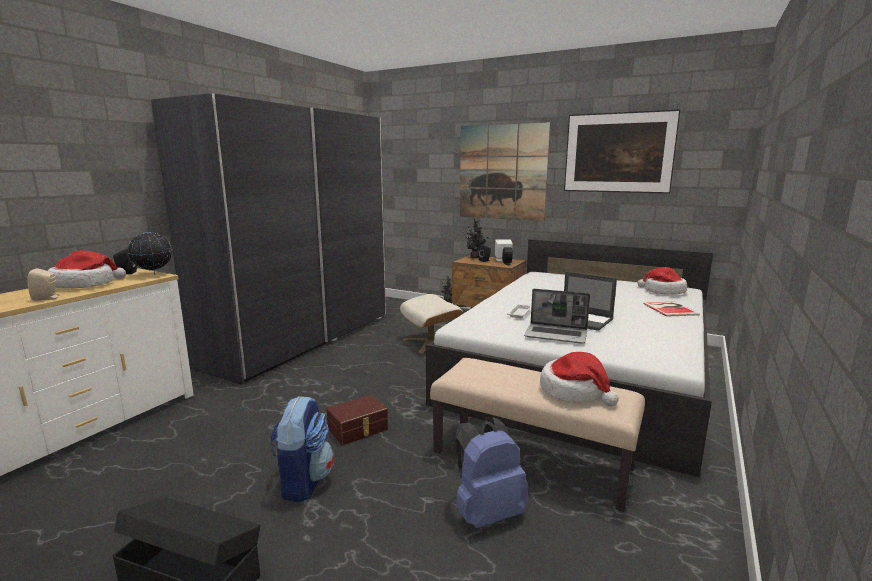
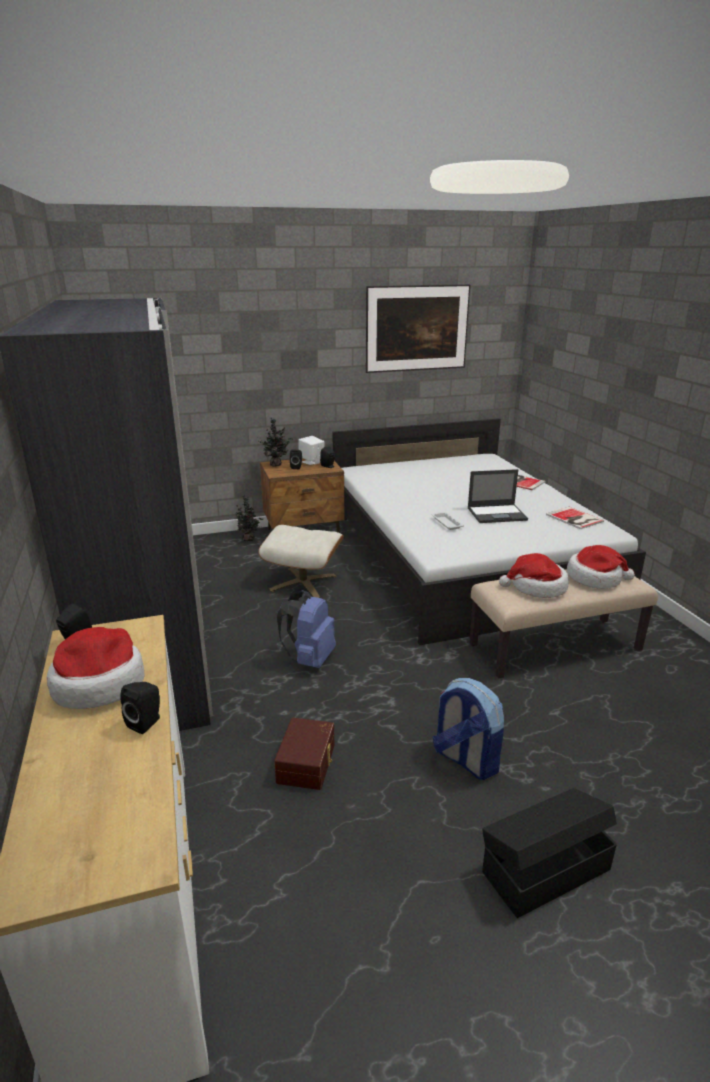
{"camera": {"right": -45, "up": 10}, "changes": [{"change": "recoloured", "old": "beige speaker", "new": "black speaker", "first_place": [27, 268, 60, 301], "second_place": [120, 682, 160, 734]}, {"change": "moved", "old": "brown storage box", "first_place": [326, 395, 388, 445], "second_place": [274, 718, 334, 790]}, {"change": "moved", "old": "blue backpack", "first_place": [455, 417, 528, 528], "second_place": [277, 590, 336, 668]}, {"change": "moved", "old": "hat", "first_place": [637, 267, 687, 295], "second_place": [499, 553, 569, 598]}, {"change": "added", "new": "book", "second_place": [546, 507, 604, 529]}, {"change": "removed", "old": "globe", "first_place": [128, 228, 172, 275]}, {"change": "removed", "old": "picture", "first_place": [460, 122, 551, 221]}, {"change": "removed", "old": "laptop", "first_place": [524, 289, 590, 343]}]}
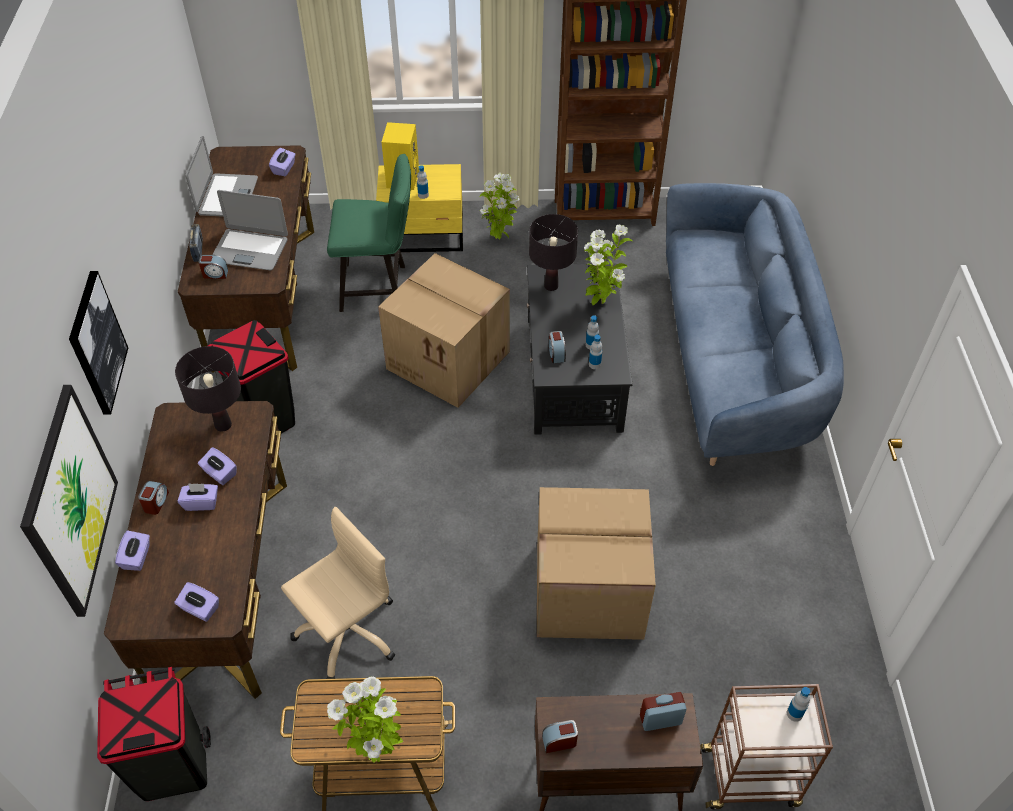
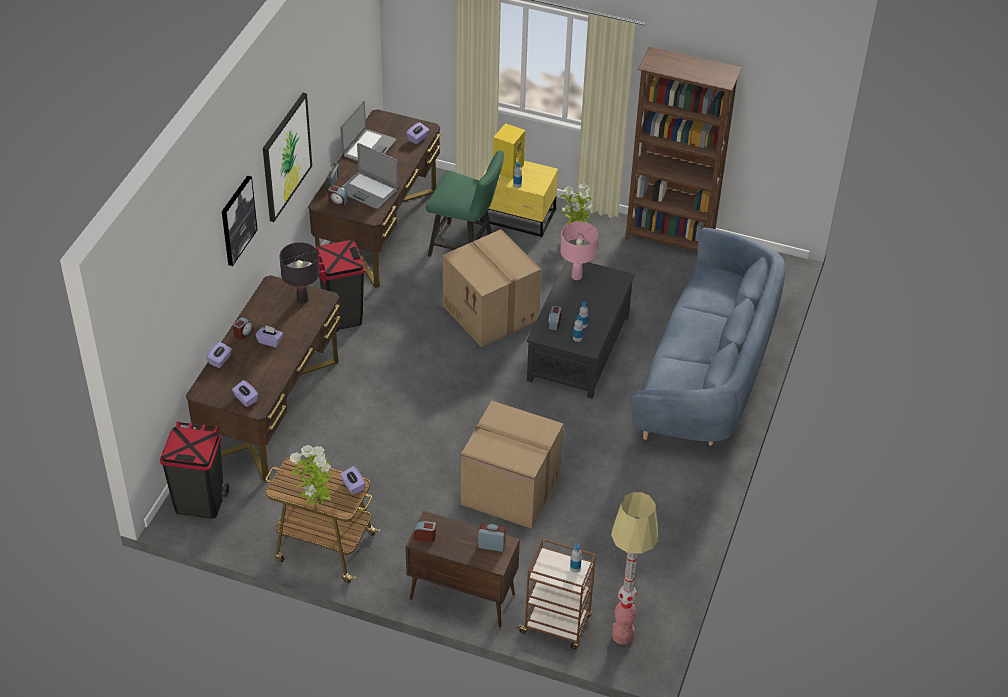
{"camera": {"right": 20, "up": -5}, "changes": [{"change": "moved", "old": "picture", "first_place": [20, 385, 118, 617], "second_place": [263, 93, 312, 222]}, {"change": "moved", "old": "purple tissue box", "first_place": [198, 447, 237, 485], "second_place": [340, 466, 365, 495]}, {"change": "recoloured", "old": "black table lamp", "new": "pink table lamp", "first_place": [529, 214, 578, 291], "second_place": [560, 221, 598, 280]}, {"change": "added", "new": "floor lamp", "second_place": [611, 492, 658, 644]}, {"change": "removed", "old": "beige office chair", "first_place": [281, 507, 395, 679]}, {"change": "removed", "old": "potted plant", "first_place": [584, 225, 632, 305]}]}
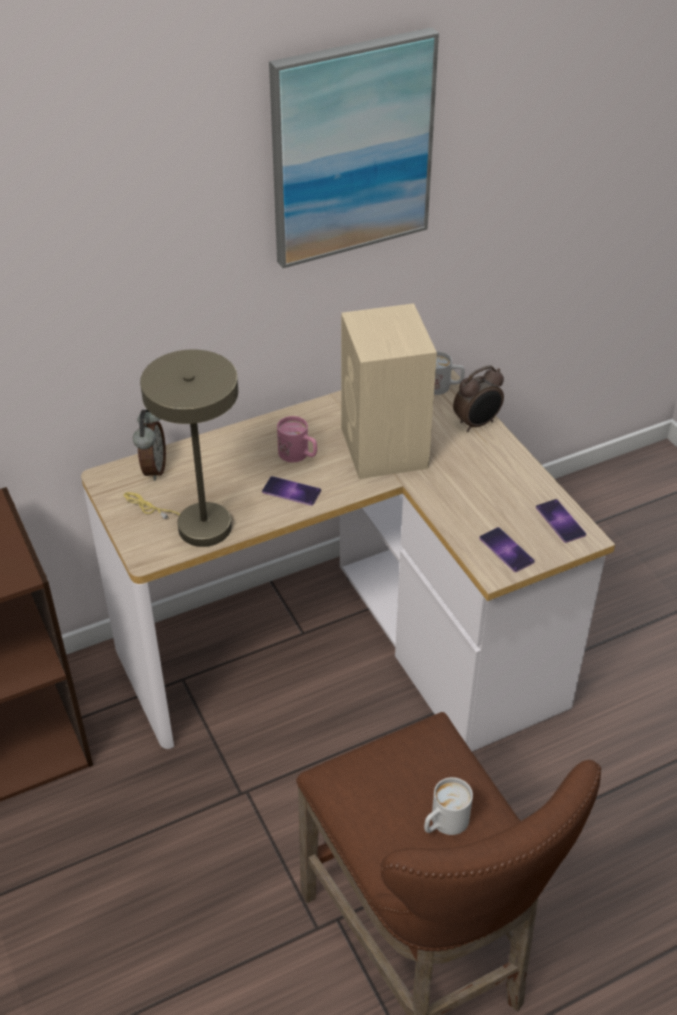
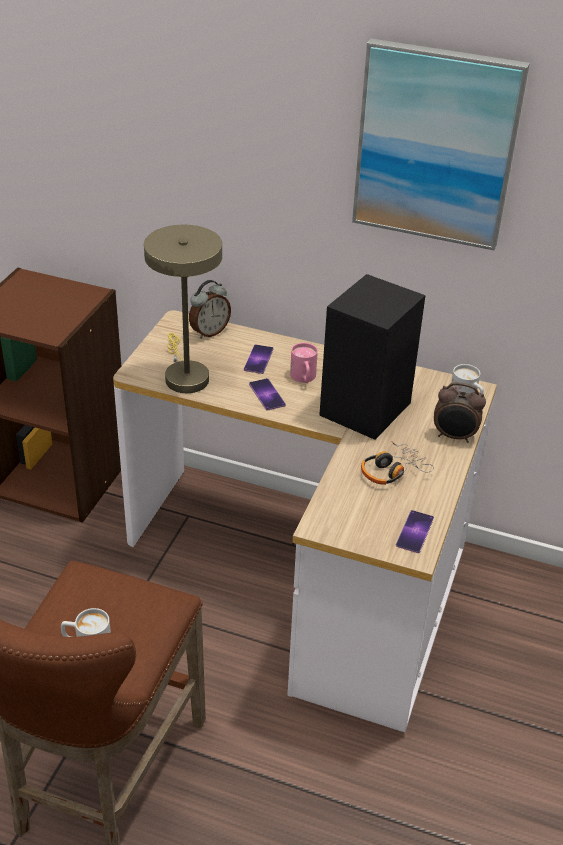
{"camera": {"right": 45, "up": -5}, "changes": [{"change": "moved", "old": "phone", "first_place": [479, 527, 535, 572], "second_place": [244, 344, 274, 374]}, {"change": "recoloured", "old": "beige speaker", "new": "black speaker", "first_place": [341, 303, 437, 479], "second_place": [319, 274, 426, 440]}, {"change": "added", "new": "headphones", "second_place": [361, 441, 434, 485]}]}
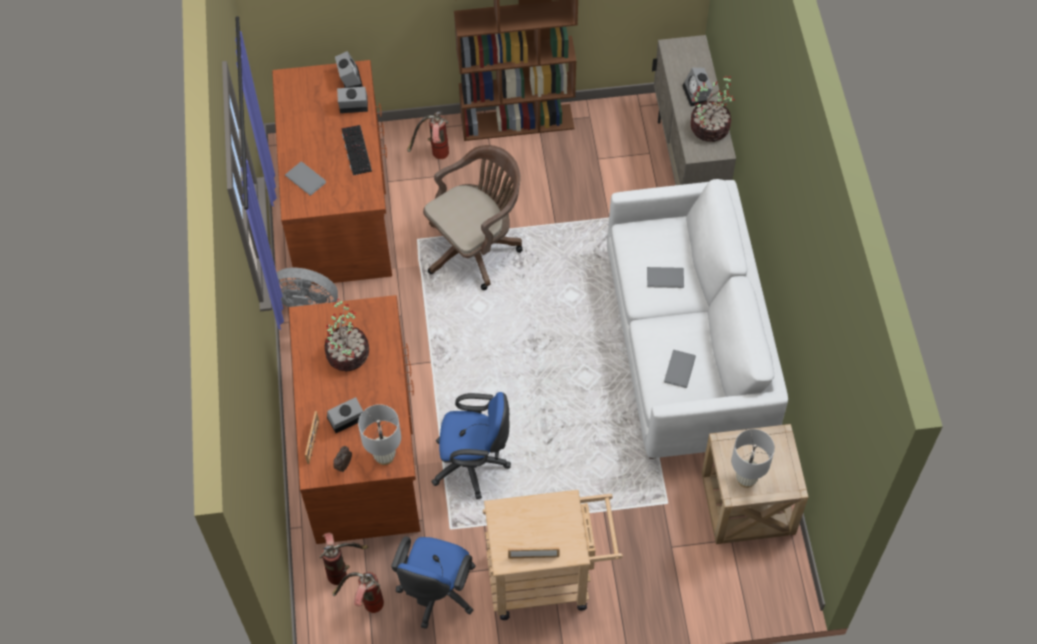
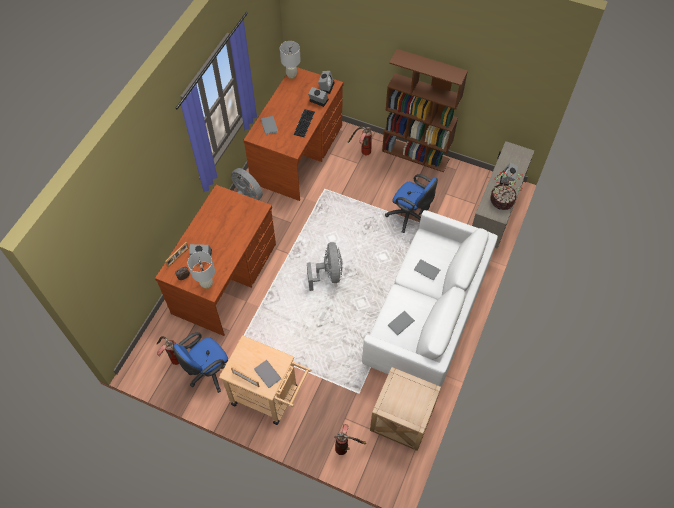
{"camera": {"right": 30, "up": 0}, "changes": [{"change": "added", "new": "grey book", "second_place": [254, 360, 282, 388]}, {"change": "moved", "old": "white table lamp", "first_place": [731, 429, 775, 488], "second_place": [280, 41, 301, 79]}, {"change": "added", "new": "grey fan", "second_place": [307, 242, 343, 291]}, {"change": "moved", "old": "fire extinguisher", "first_place": [319, 533, 368, 585], "second_place": [334, 424, 366, 455]}, {"change": "moved", "old": "blue office chair", "first_place": [431, 392, 511, 499], "second_place": [385, 174, 438, 233]}, {"change": "removed", "old": "potted plant", "first_place": [325, 299, 369, 372]}, {"change": "removed", "old": "brown office chair", "first_place": [423, 145, 523, 290]}]}
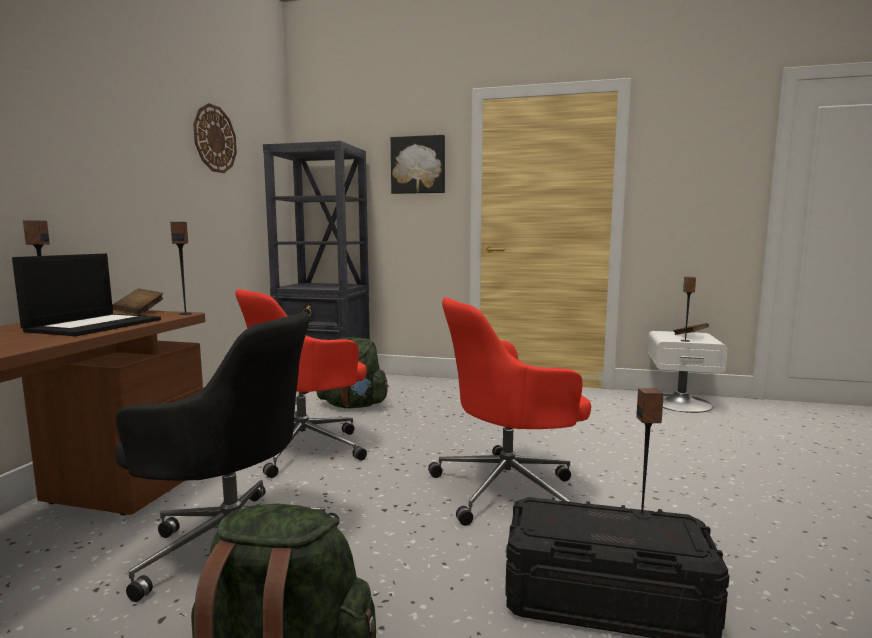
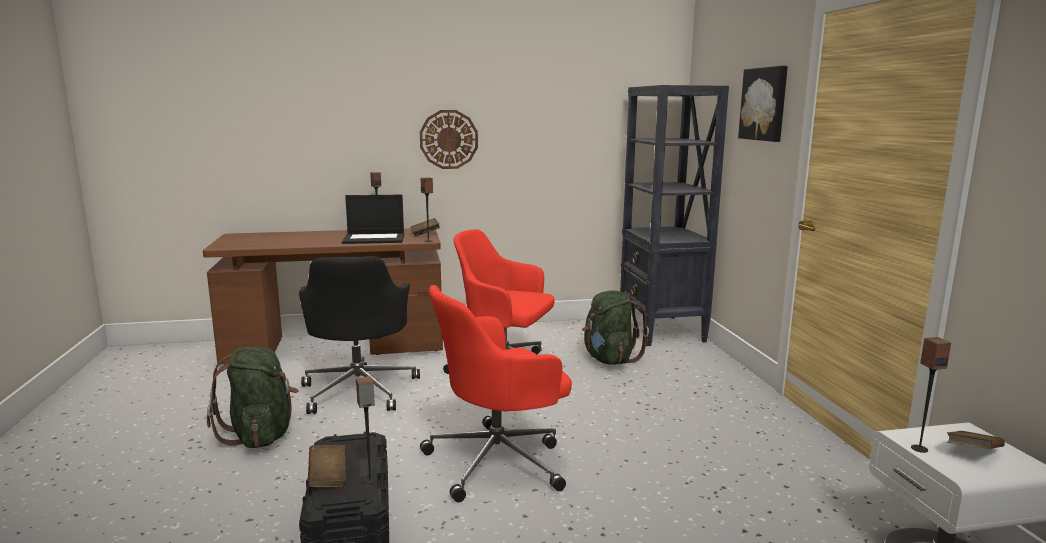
{"camera": {"right": 65, "up": 5}, "changes": [{"change": "added", "new": "brown book", "second_place": [308, 445, 346, 487]}, {"change": "moved", "old": "wall clock", "first_place": [193, 103, 237, 173], "second_place": [420, 110, 478, 169]}, {"change": "turned", "old": "red office chair", "first_place": [428, 298, 591, 526], "second_place": [420, 285, 572, 502], "degrees": -75}]}
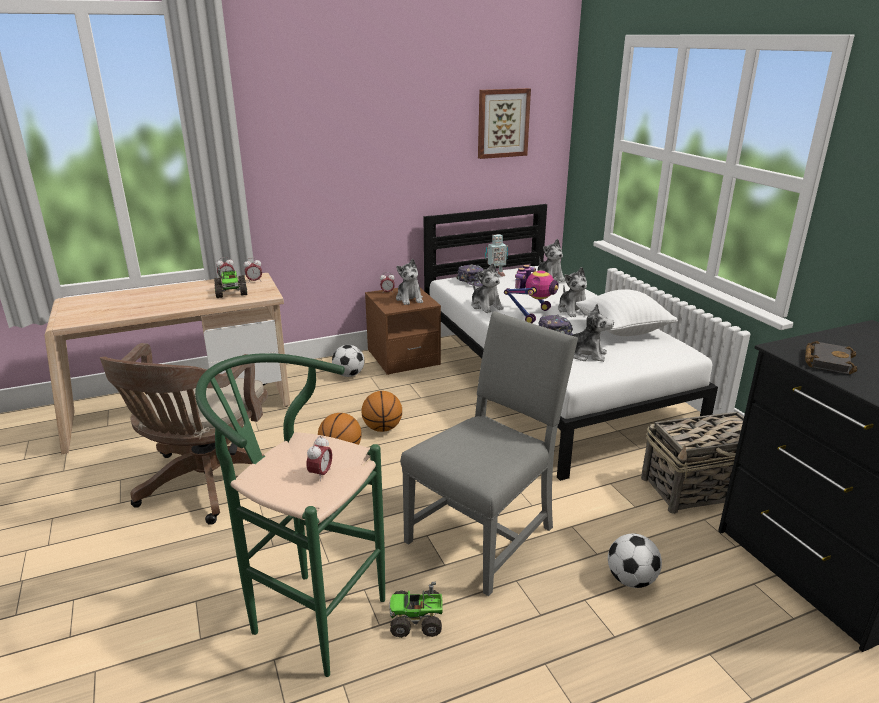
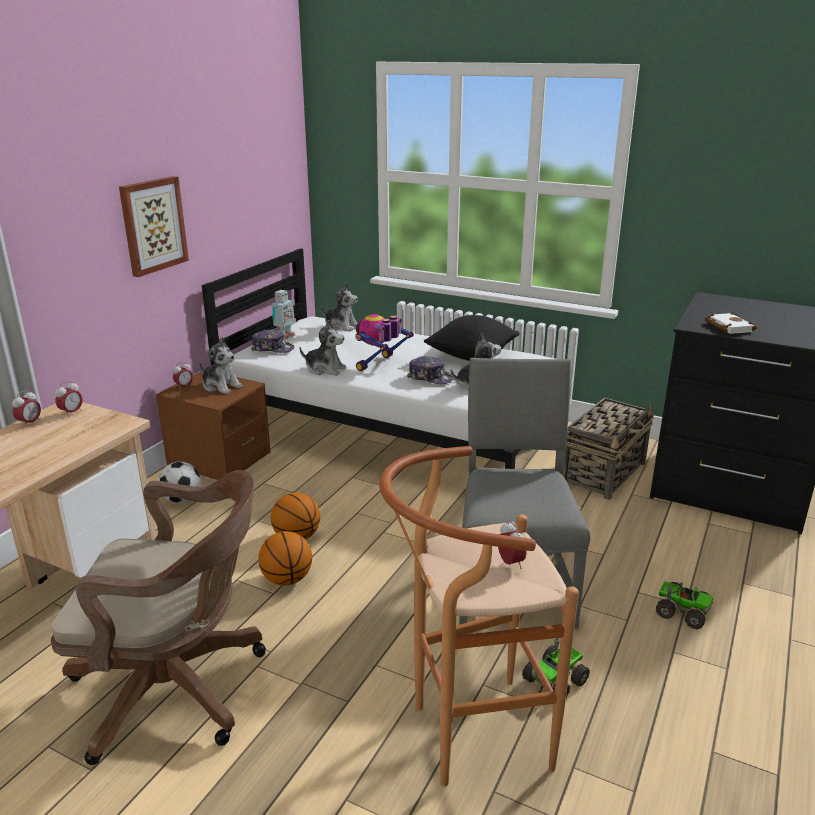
{"camera": {"right": -40, "up": 0}, "changes": [{"change": "turned", "old": "brown office chair", "first_place": [100, 343, 268, 525], "second_place": [51, 470, 266, 765], "degrees": -60}, {"change": "moved", "old": "picture", "first_place": [478, 88, 531, 159], "second_place": [119, 176, 189, 277]}, {"change": "turned", "old": "toy robot", "first_place": [504, 265, 559, 323], "second_place": [355, 314, 414, 371], "degrees": -135}, {"change": "recoloured", "old": "green stool", "new": "brown stool", "first_place": [195, 353, 385, 677], "second_place": [379, 446, 579, 787]}, {"change": "recoloured", "old": "white pillow", "new": "black pillow", "first_place": [576, 289, 678, 336], "second_place": [424, 315, 520, 361]}, {"change": "moved", "old": "toy truck", "first_place": [214, 265, 247, 298], "second_place": [656, 581, 713, 629]}, {"change": "recoloured", "old": "black book", "new": "white book", "first_place": [805, 341, 857, 374], "second_place": [705, 312, 757, 334]}, {"change": "removed", "old": "plush toy", "first_place": [558, 267, 587, 317]}, {"change": "removed", "old": "football", "first_place": [608, 534, 662, 588]}]}
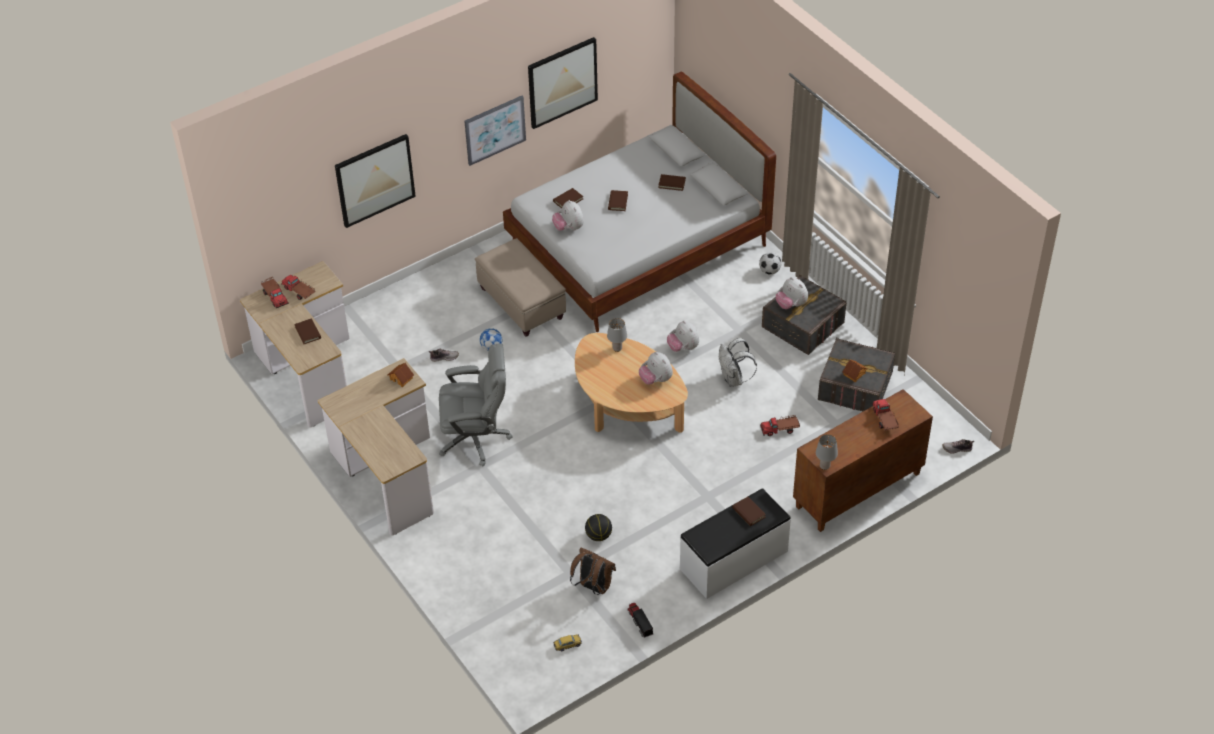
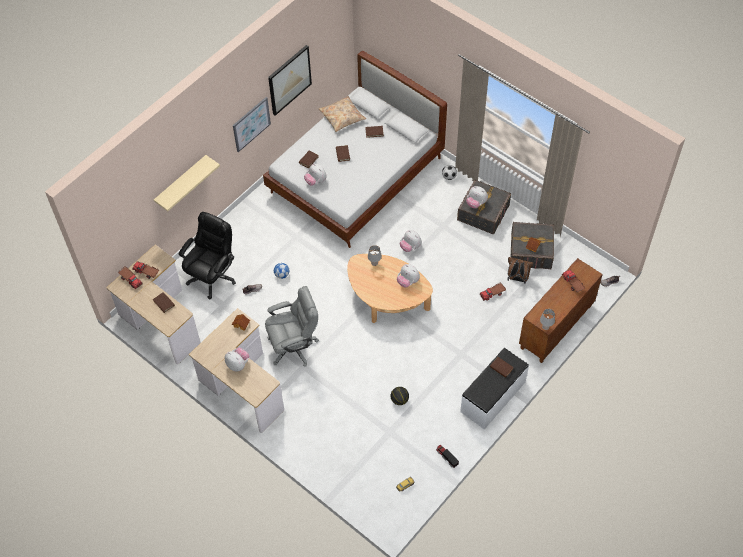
{"camera": {"right": -15, "up": 10}, "changes": [{"change": "replaced", "old": "picture", "new": "beige shelf", "first_place": [335, 134, 416, 228], "second_place": [154, 155, 220, 211]}, {"change": "added", "new": "black office chair", "second_place": [179, 212, 236, 300]}, {"change": "added", "new": "plush toy", "second_place": [225, 348, 249, 371]}, {"change": "added", "new": "beige pillow", "second_place": [319, 96, 366, 132]}, {"change": "moved", "old": "brown backpack", "first_place": [570, 547, 616, 595], "second_place": [508, 257, 533, 284]}, {"change": "removed", "old": "beige ottoman", "first_place": [475, 238, 566, 336]}, {"change": "removed", "old": "white backpack", "first_place": [719, 338, 757, 387]}]}
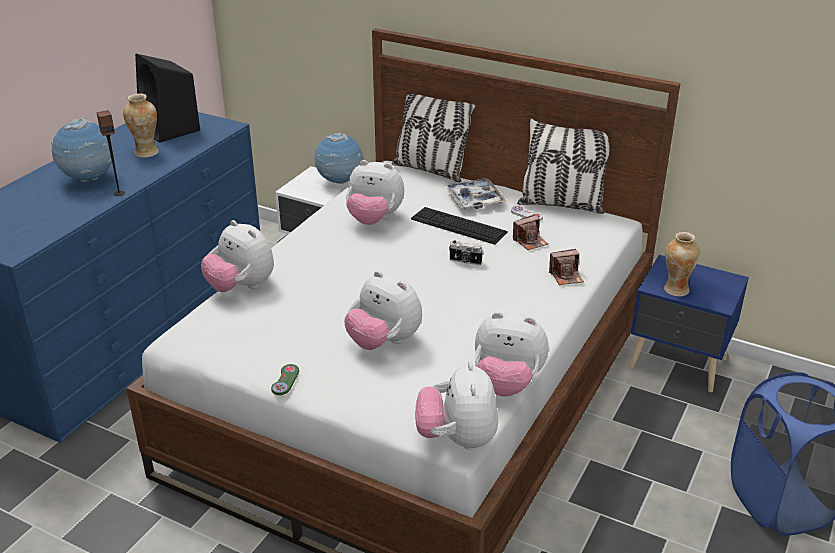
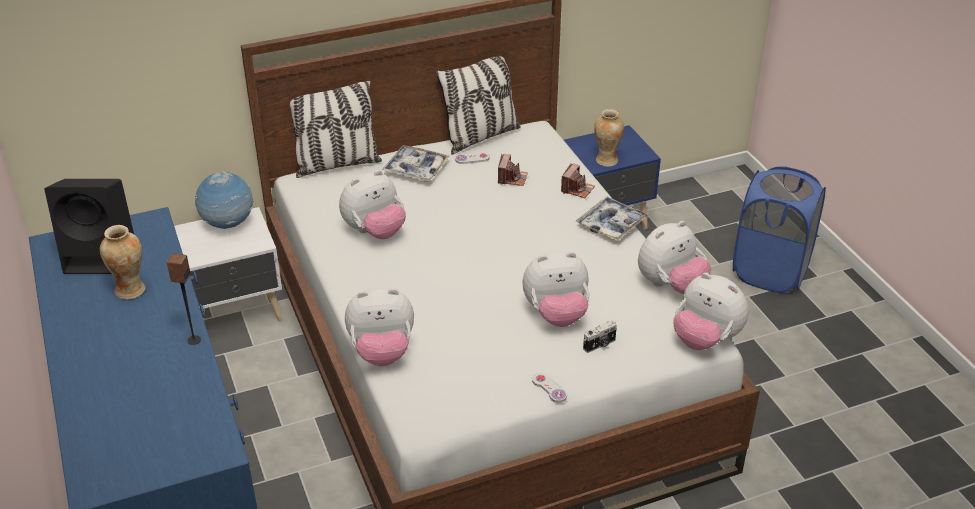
{"camera": {"right": -50, "up": 5}, "changes": [{"change": "recoloured", "old": "green game controller", "new": "white game controller", "first_place": [271, 364, 299, 395], "second_place": [532, 373, 567, 403]}, {"change": "added", "new": "tray", "second_place": [576, 196, 649, 241]}, {"change": "moved", "old": "photo camera", "first_place": [449, 240, 483, 265], "second_place": [583, 320, 617, 353]}, {"change": "removed", "old": "globe", "first_place": [51, 118, 115, 182]}, {"change": "removed", "old": "keyboard", "first_place": [411, 207, 508, 245]}]}
